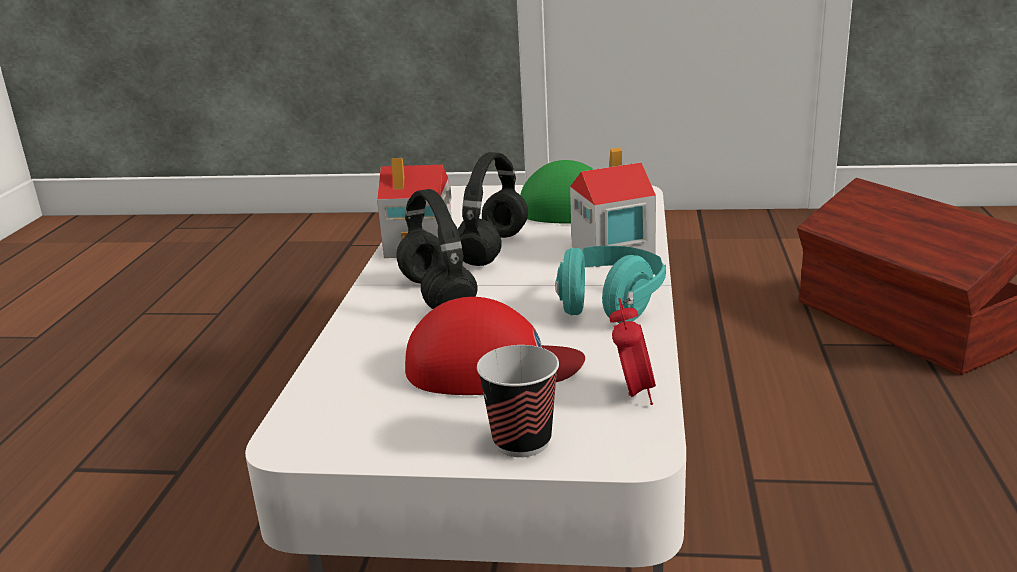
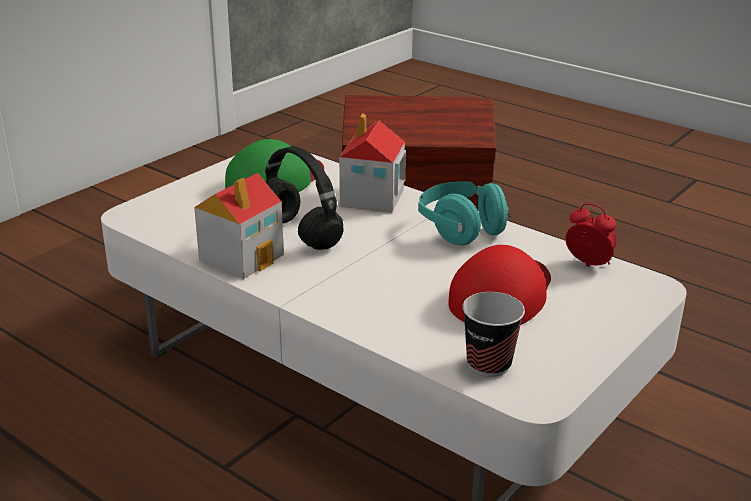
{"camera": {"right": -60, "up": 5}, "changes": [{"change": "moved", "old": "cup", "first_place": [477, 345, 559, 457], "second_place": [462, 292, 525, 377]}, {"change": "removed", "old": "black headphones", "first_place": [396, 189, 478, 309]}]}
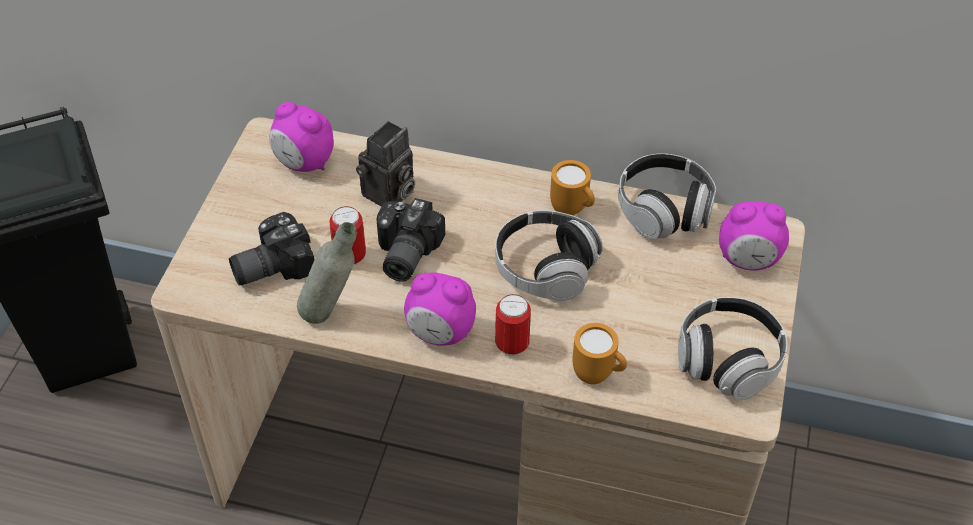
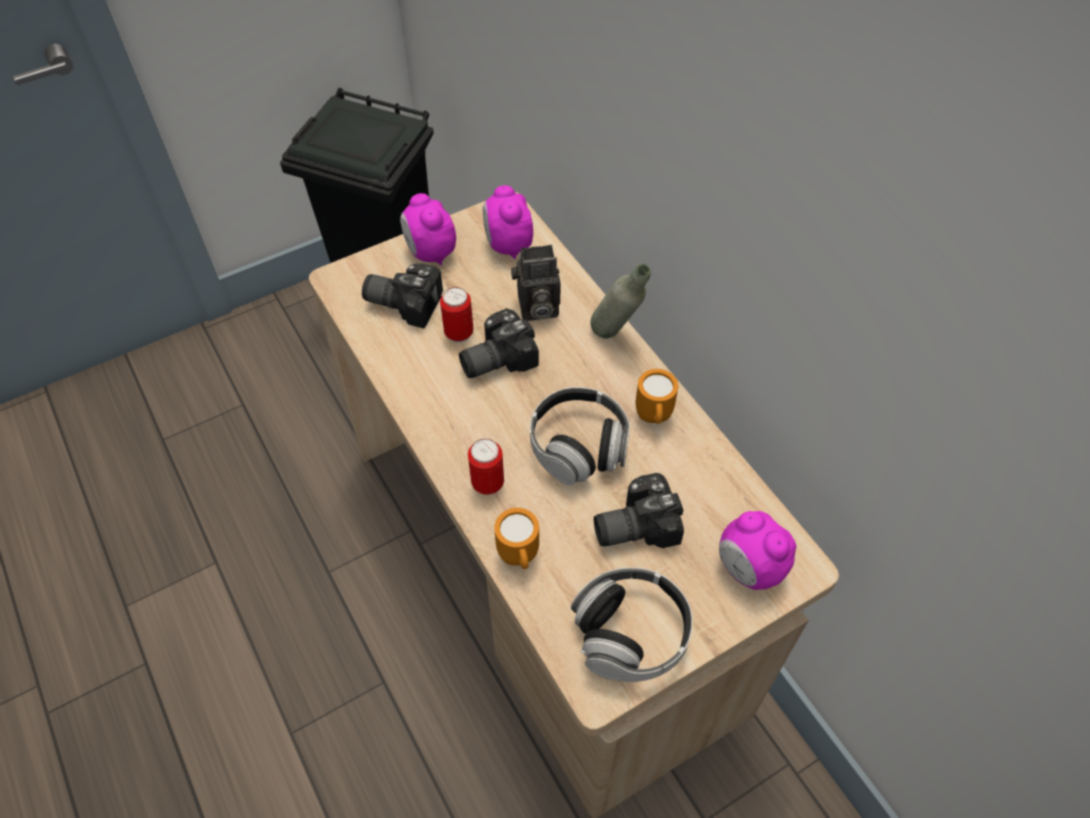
{"camera": {"right": 45, "up": 5}, "changes": [{"change": "moved", "old": "alarm clock", "first_place": [404, 272, 476, 346], "second_place": [400, 193, 456, 265]}, {"change": "moved", "old": "grey bottle", "first_place": [297, 222, 357, 324], "second_place": [590, 264, 651, 338]}, {"change": "added", "new": "photo camera", "second_place": [594, 473, 684, 548]}, {"change": "removed", "old": "headphones", "first_place": [618, 153, 716, 239]}]}
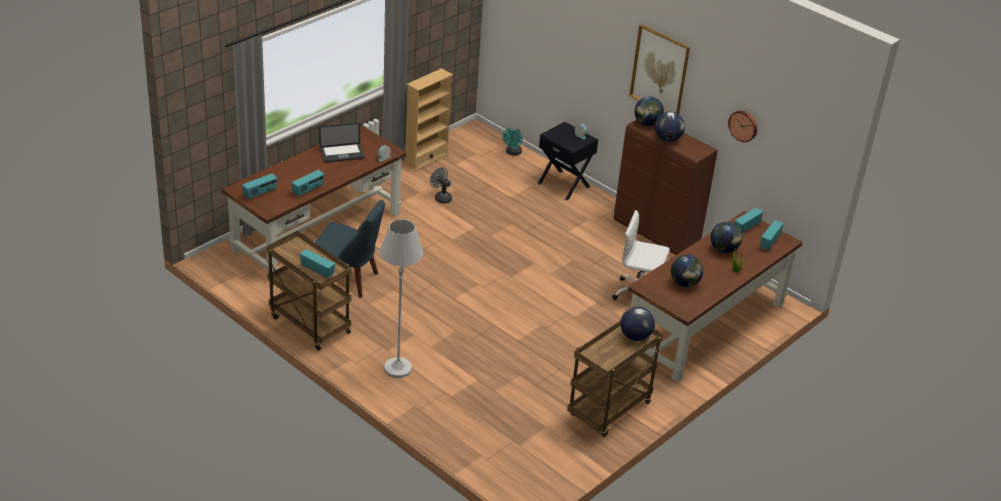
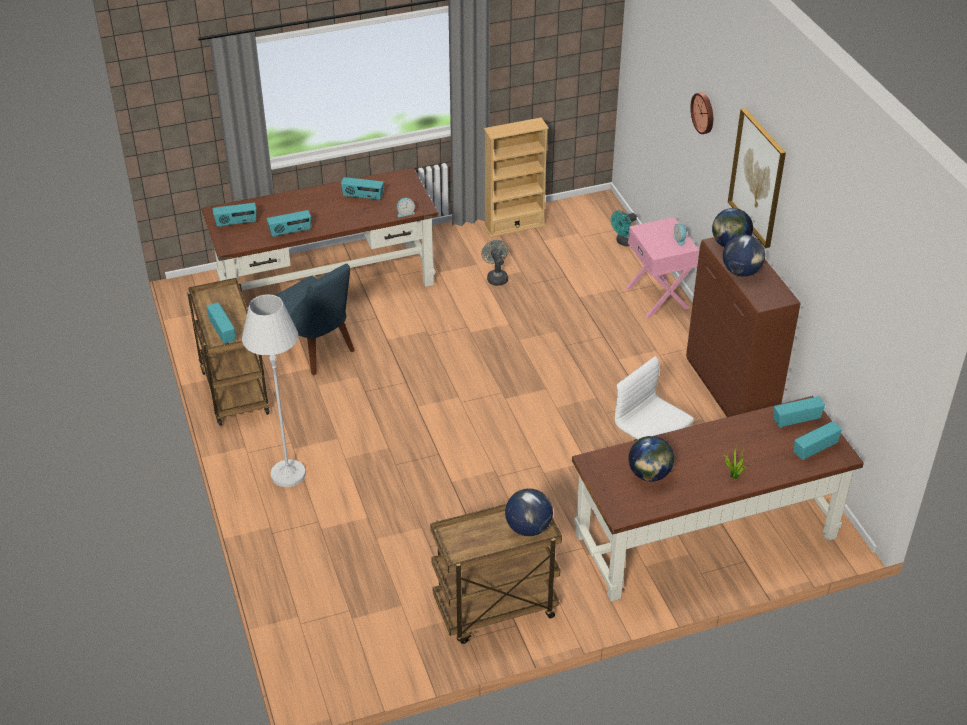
{"camera": {"right": 30, "up": 5}, "changes": [{"change": "replaced", "old": "laptop", "new": "radio", "first_place": [319, 123, 365, 163], "second_place": [341, 177, 384, 201]}, {"change": "recoloured", "old": "black nightstand", "new": "pink nightstand", "first_place": [537, 122, 598, 200], "second_place": [626, 217, 699, 318]}, {"change": "moved", "old": "wall clock", "first_place": [728, 110, 757, 142], "second_place": [690, 92, 713, 134]}, {"change": "removed", "old": "globe", "first_place": [711, 222, 742, 253]}]}
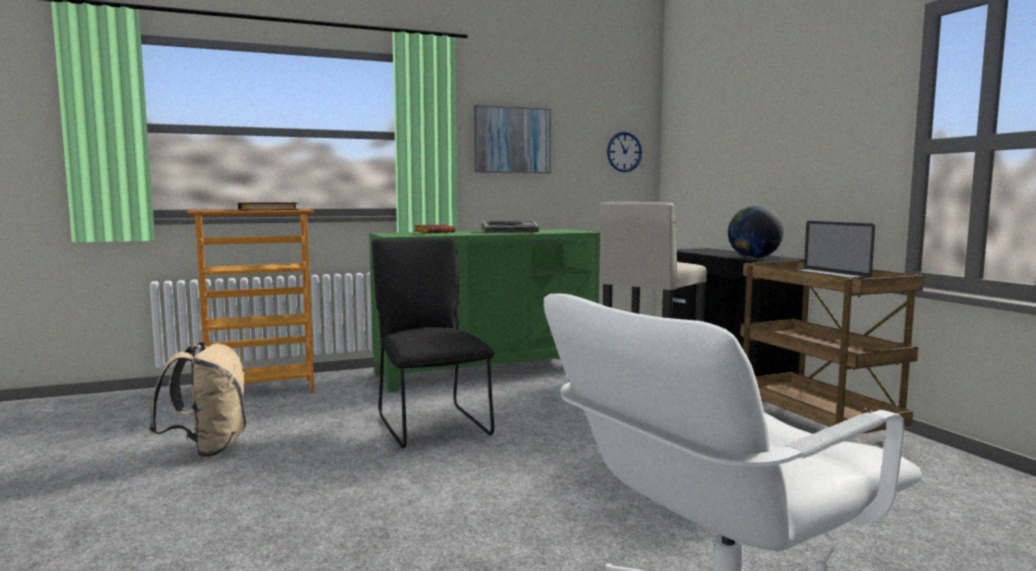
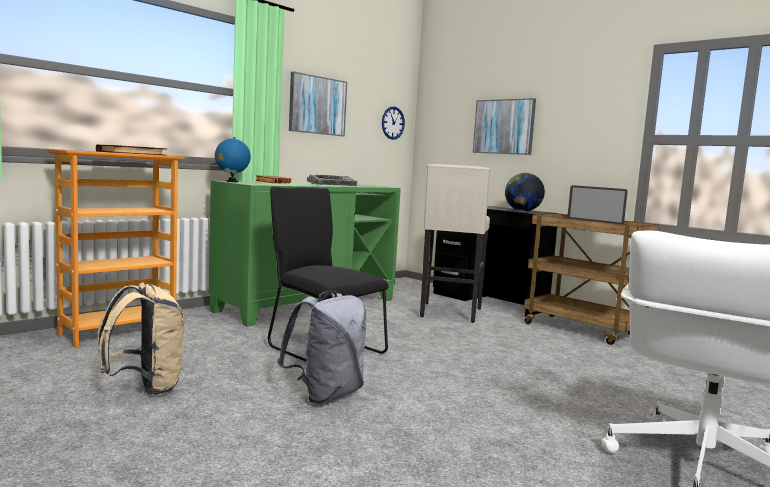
{"camera": {"right": -25, "up": 0}, "changes": [{"change": "added", "new": "globe", "second_place": [215, 137, 251, 182]}, {"change": "added", "new": "grey backpack", "second_place": [277, 291, 367, 404]}, {"change": "added", "new": "picture", "second_place": [473, 98, 536, 155]}]}
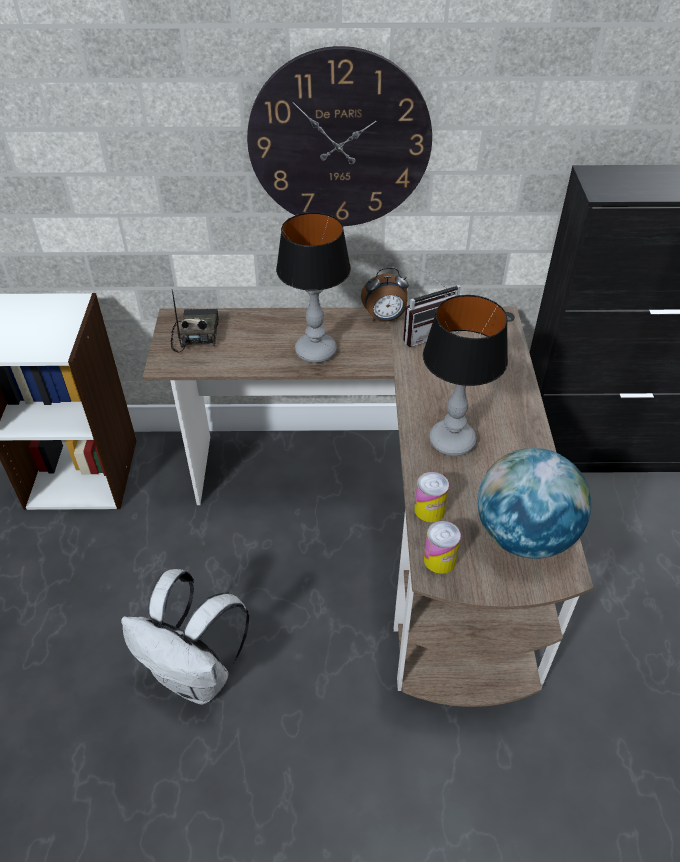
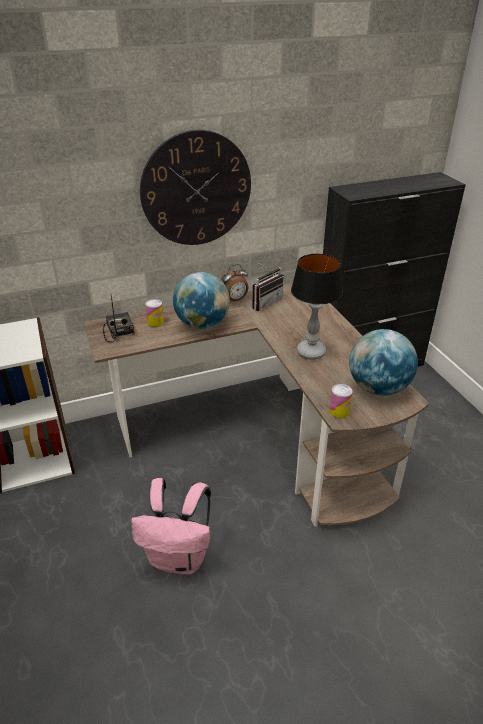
{"camera": {"right": -20, "up": -10}, "changes": [{"change": "recoloured", "old": "white backpack", "new": "pink backpack", "first_place": [121, 569, 250, 705], "second_place": [131, 478, 211, 574]}, {"change": "moved", "old": "can", "first_place": [414, 472, 449, 522], "second_place": [145, 299, 164, 327]}, {"change": "replaced", "old": "table lamp", "new": "globe", "first_place": [276, 212, 351, 363], "second_place": [173, 272, 230, 329]}]}
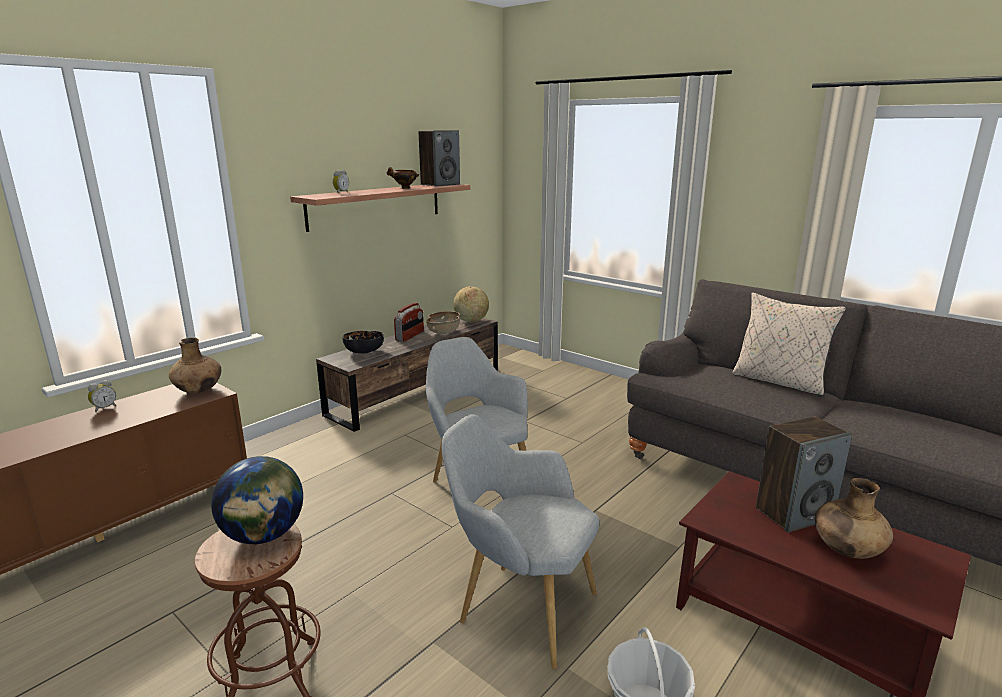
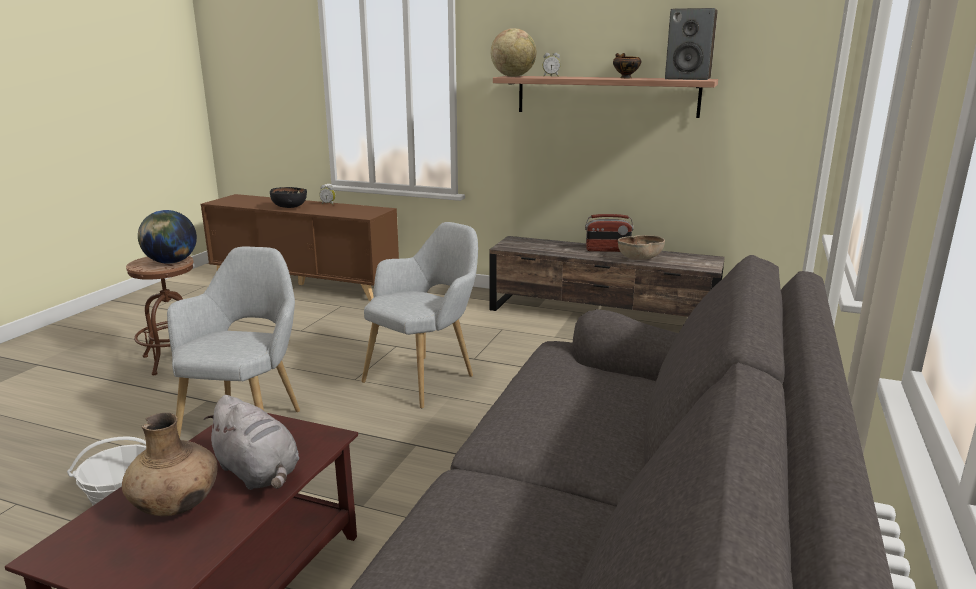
{"camera": {"right": 70, "up": 0}, "changes": [{"change": "replaced", "old": "speaker", "new": "grey plush toy", "first_place": [756, 416, 852, 532], "second_place": [203, 395, 299, 490]}, {"change": "moved", "old": "black bowl", "first_place": [343, 331, 384, 354], "second_place": [270, 187, 307, 208]}, {"change": "moved", "old": "globe", "first_place": [453, 286, 489, 322], "second_place": [491, 28, 536, 77]}, {"change": "removed", "old": "brown vase", "first_place": [169, 338, 221, 393]}, {"change": "removed", "old": "beige pillow", "first_place": [732, 292, 846, 396]}]}
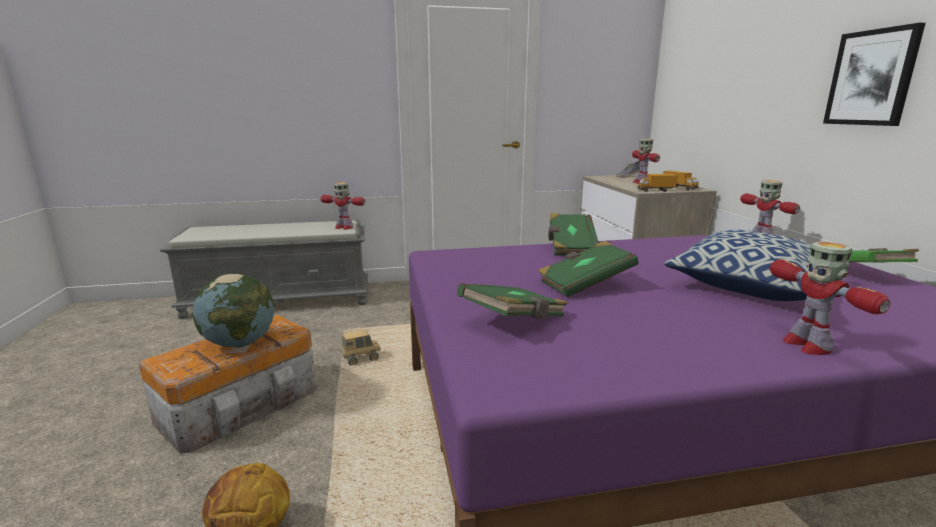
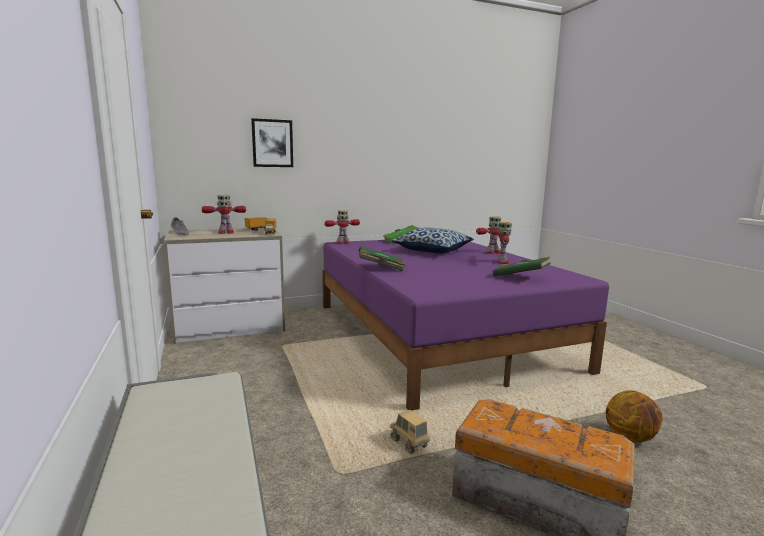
{"camera": {"right": -100, "up": -5}, "changes": [{"change": "moved", "old": "picture", "first_place": [823, 23, 926, 126], "second_place": [251, 118, 293, 167]}, {"change": "moved", "old": "toy robot", "first_place": [320, 182, 365, 230], "second_place": [498, 222, 512, 264]}, {"change": "removed", "old": "globe", "first_place": [192, 274, 274, 348]}, {"change": "removed", "old": "green book", "first_place": [538, 241, 638, 297]}]}
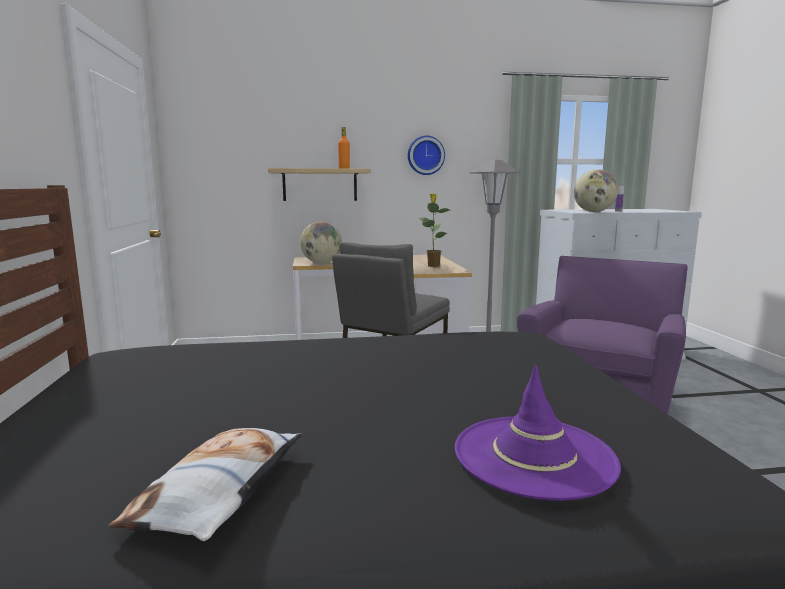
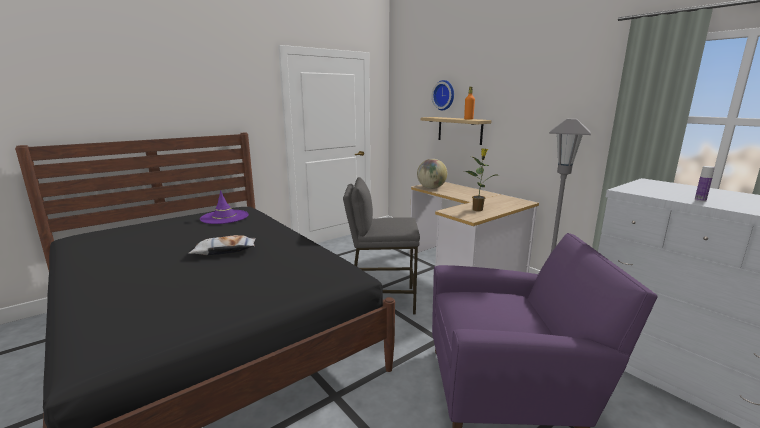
{"camera": {"right": 60, "up": 5}, "changes": [{"change": "moved", "old": "pillow", "first_place": [108, 428, 302, 541], "second_place": [189, 235, 256, 255]}, {"change": "moved", "old": "purple hat", "first_place": [455, 365, 621, 501], "second_place": [200, 190, 249, 224]}, {"change": "moved", "old": "wall clock", "first_place": [408, 136, 445, 175], "second_place": [432, 80, 454, 110]}, {"change": "removed", "old": "globe", "first_place": [574, 169, 618, 212]}]}
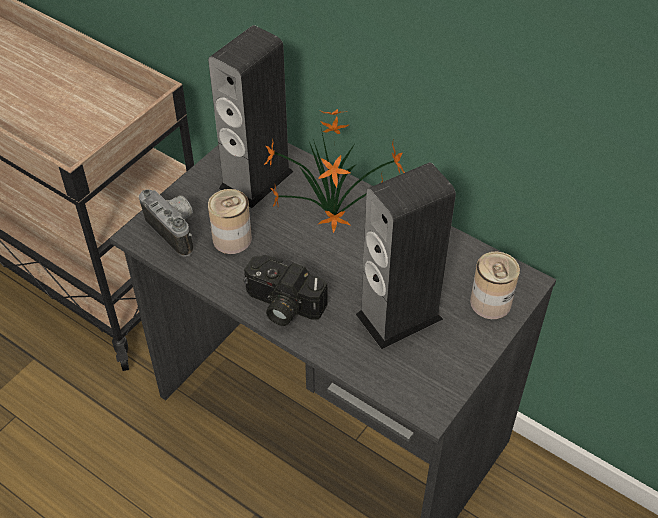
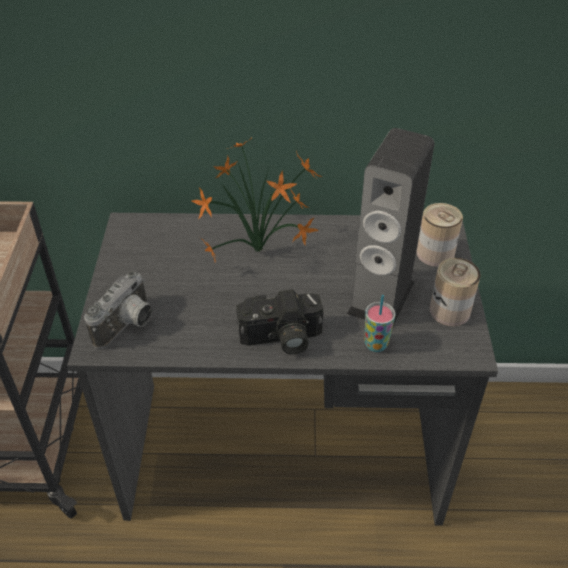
{"camera": {"right": -35, "up": -5}, "changes": [{"change": "turned", "old": "photo camera", "first_place": [139, 189, 194, 257], "second_place": [84, 271, 152, 349], "degrees": 105}, {"change": "added", "new": "cup", "second_place": [365, 295, 395, 352]}, {"change": "moved", "old": "can", "first_place": [208, 189, 252, 254], "second_place": [430, 258, 481, 326]}, {"change": "removed", "old": "speaker", "first_place": [208, 25, 294, 208]}]}
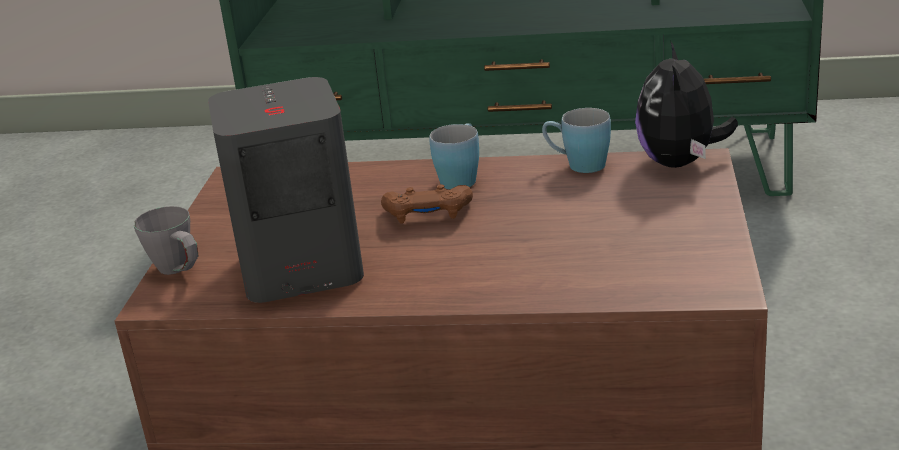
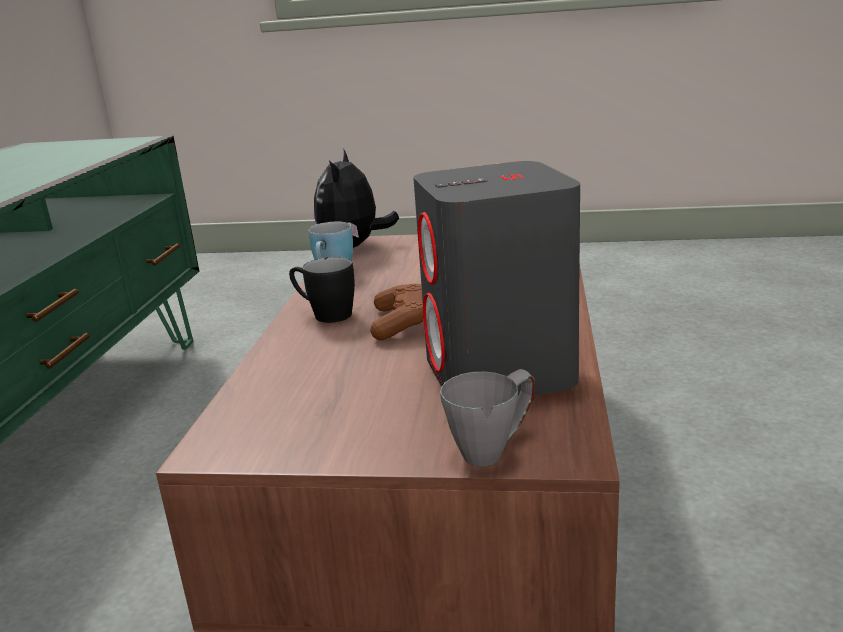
{"camera": {"right": -90, "up": -5}, "changes": [{"change": "recoloured", "old": "blue mug", "new": "black mug", "first_place": [429, 123, 479, 190], "second_place": [289, 257, 355, 323]}, {"change": "turned", "old": "plush toy", "first_place": [635, 40, 738, 168], "second_place": [314, 150, 399, 248], "degrees": 90}]}
